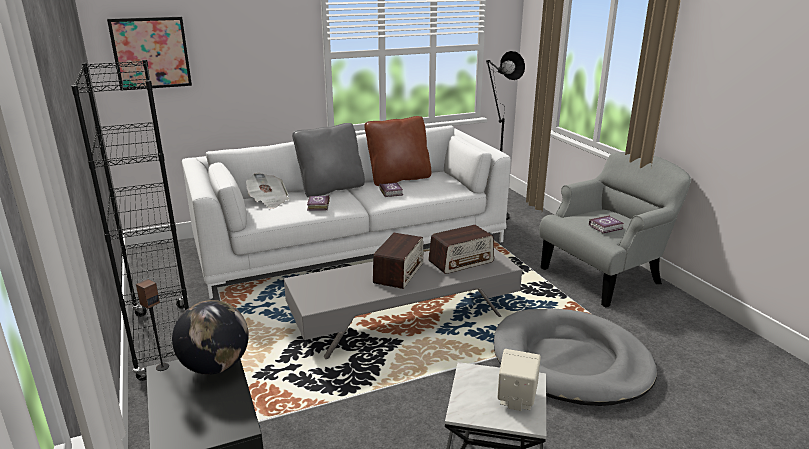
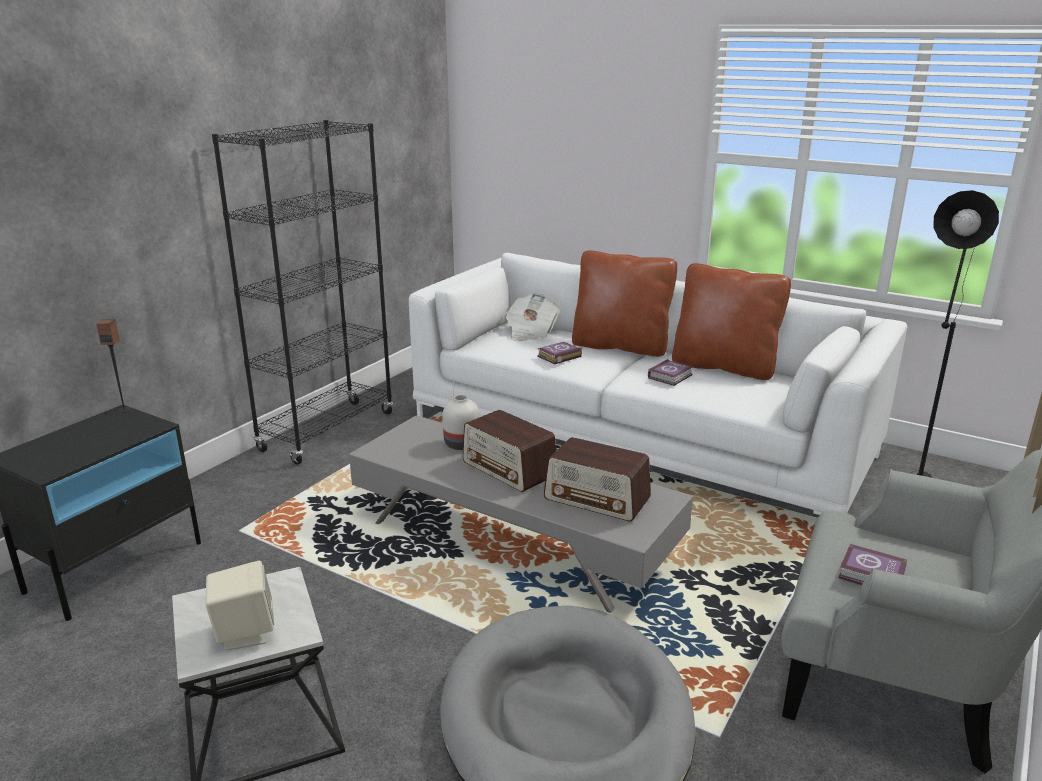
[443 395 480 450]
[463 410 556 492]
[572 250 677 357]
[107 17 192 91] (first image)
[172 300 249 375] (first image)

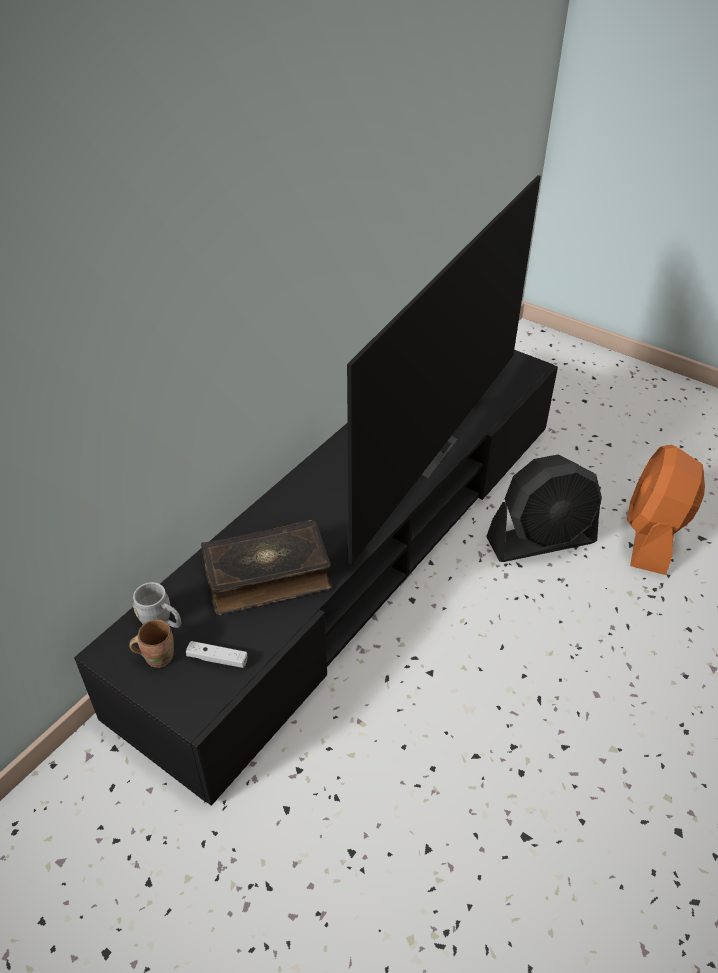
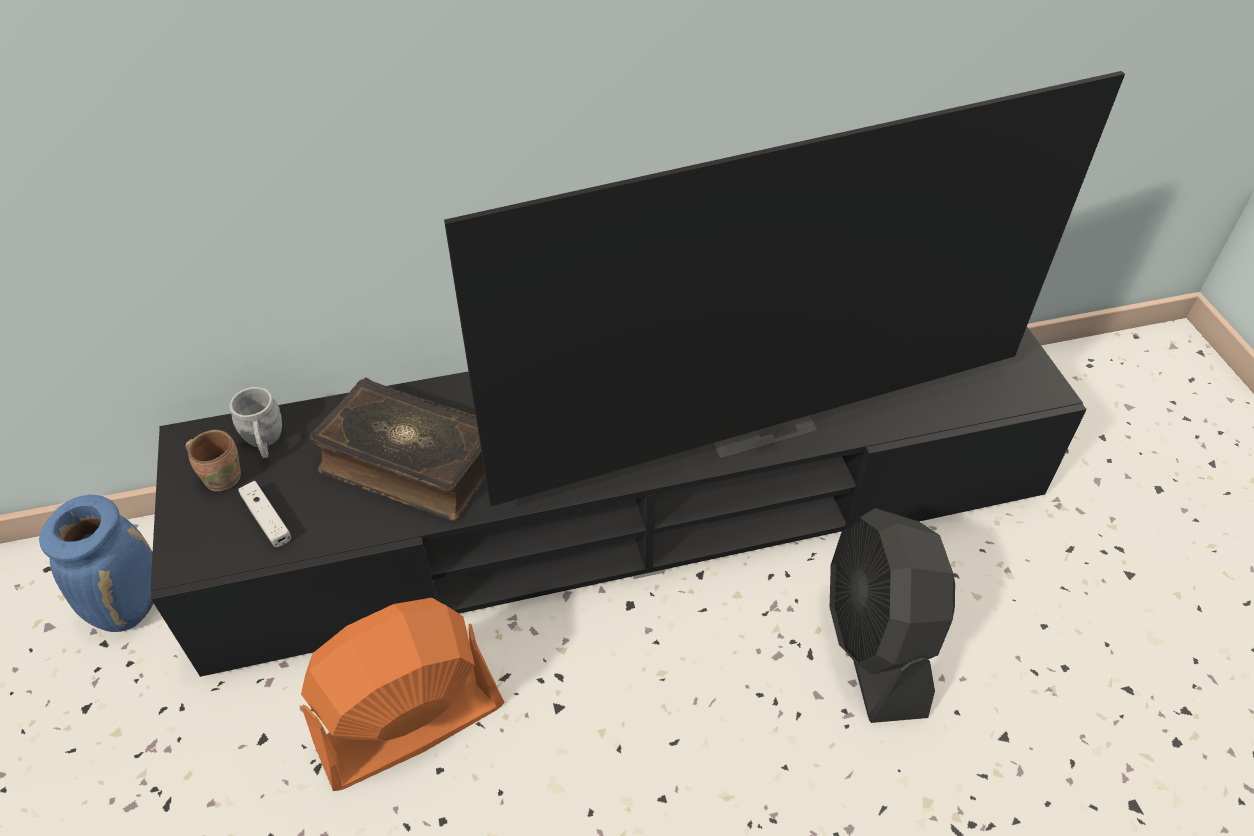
[39 495 154 632]
[301 598 505 791]
[830 508 955 723]

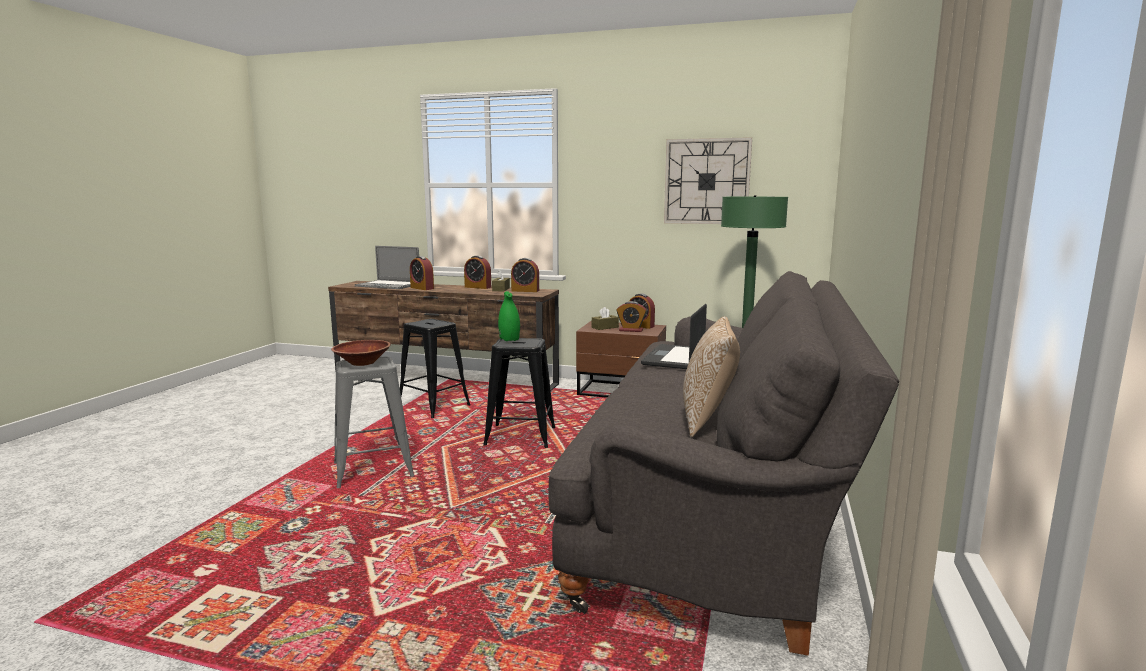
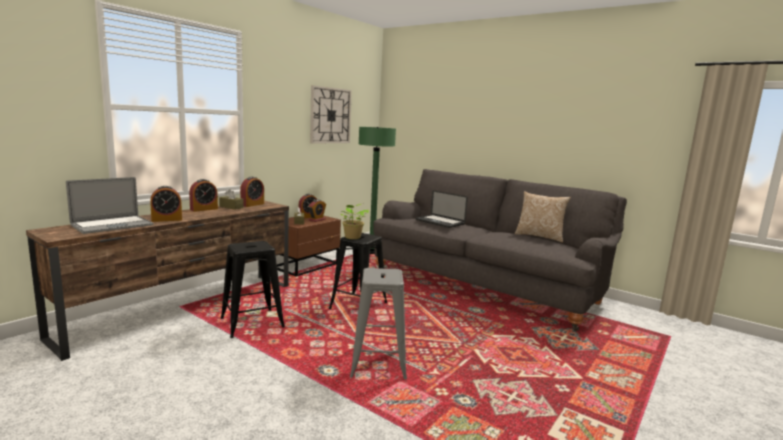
[341 204 369 239]
[331 340 391 366] (first image)

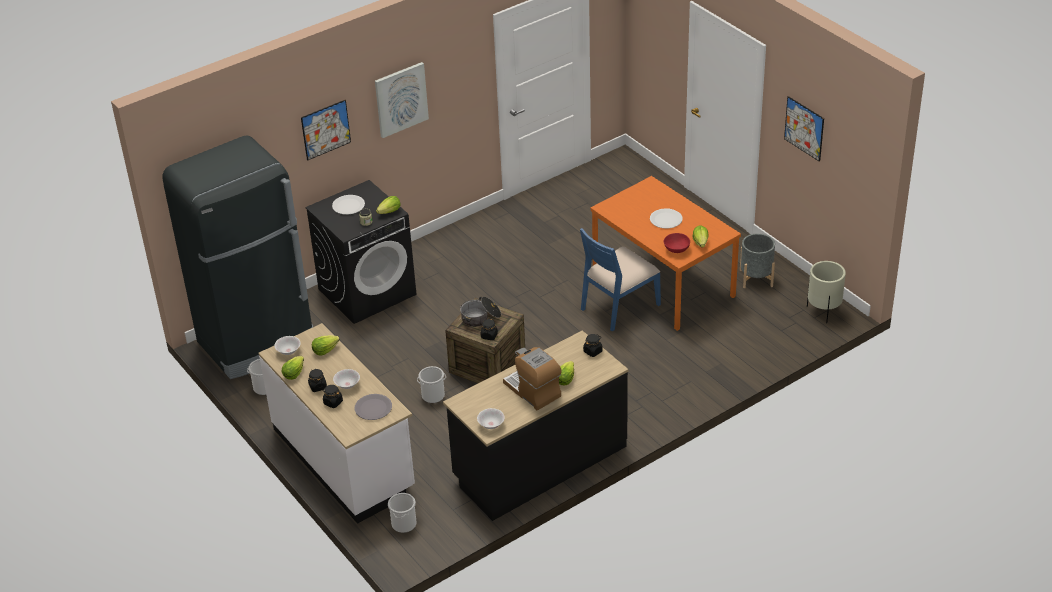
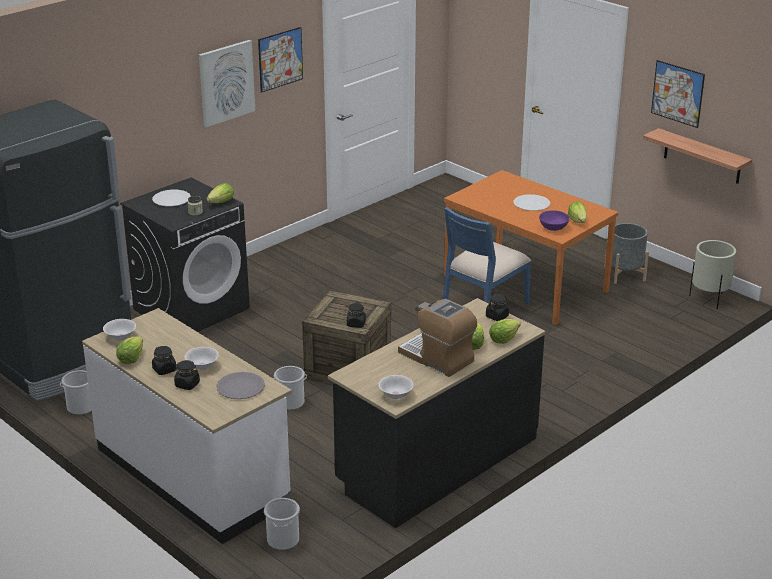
[258 27 303 93]
[489 319 521 344]
[539 210 569 231]
[643 128 752 184]
[460 297 501 327] (first image)

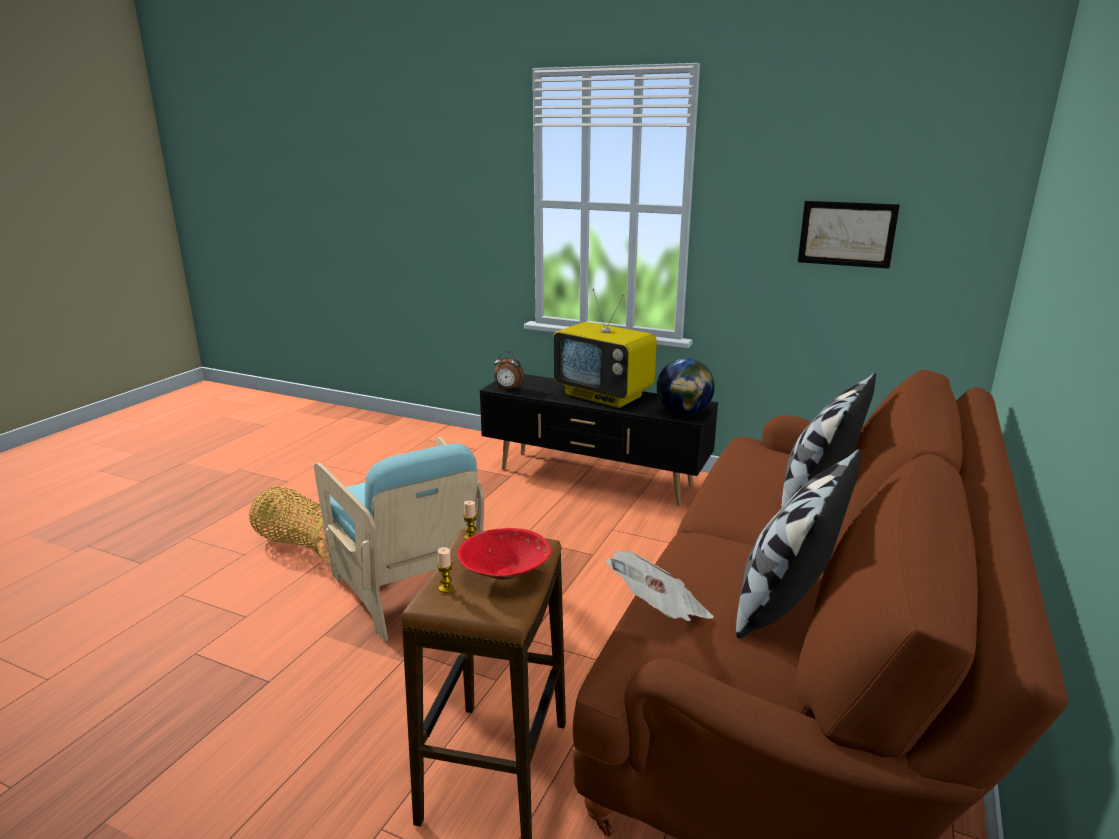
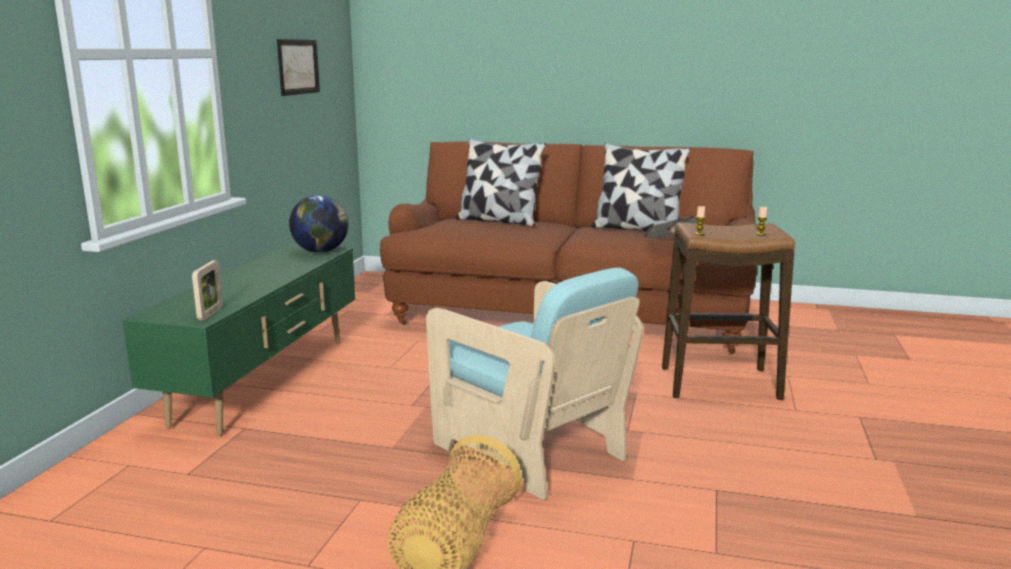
[122 244 355 436]
[192 261 223 321]
[426 267 643 500]
[457 528 551 580] (first image)
[553 289 657 408] (first image)

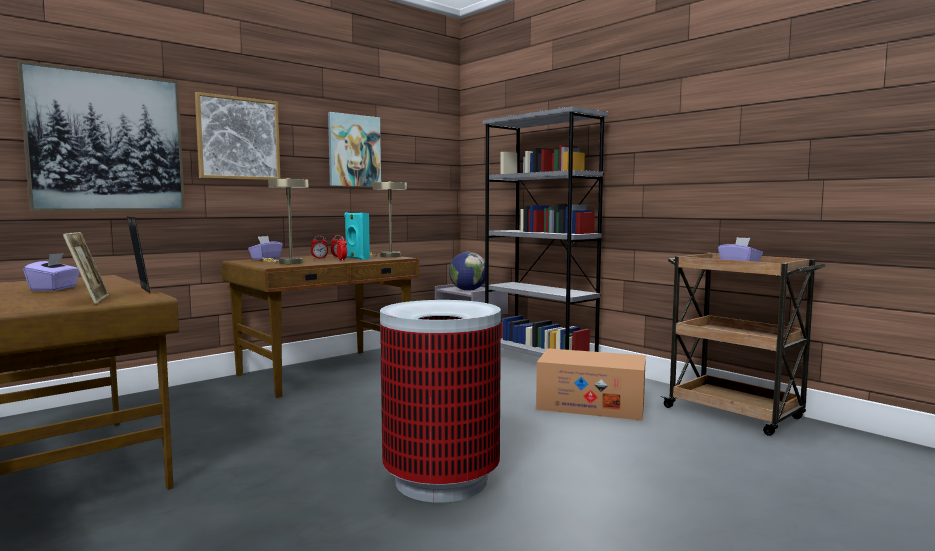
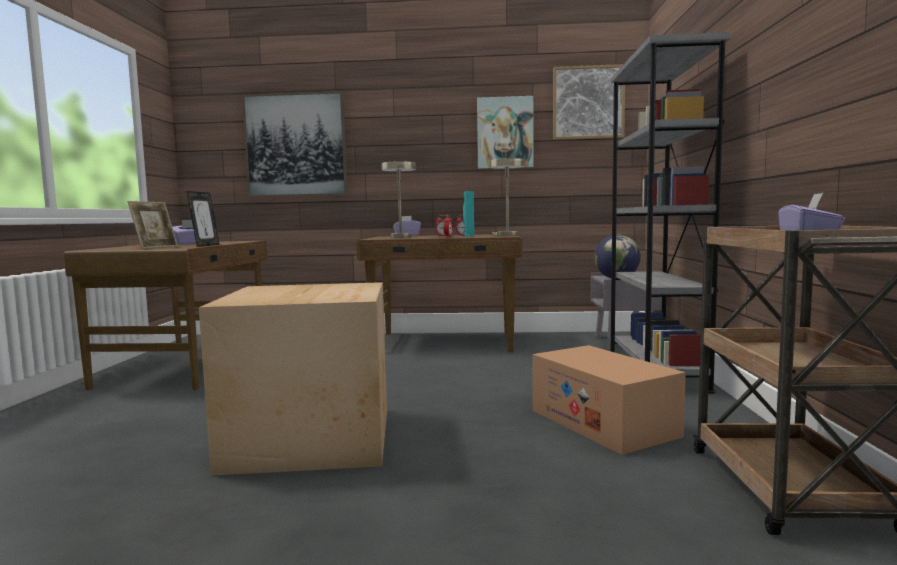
[199 282 387 476]
[553 64 625 140]

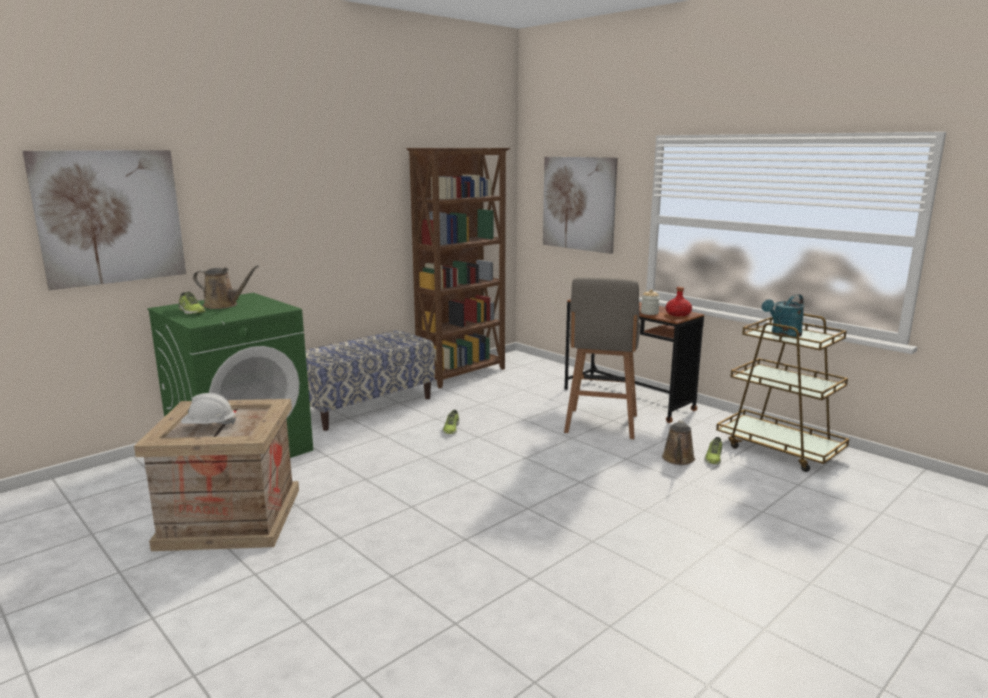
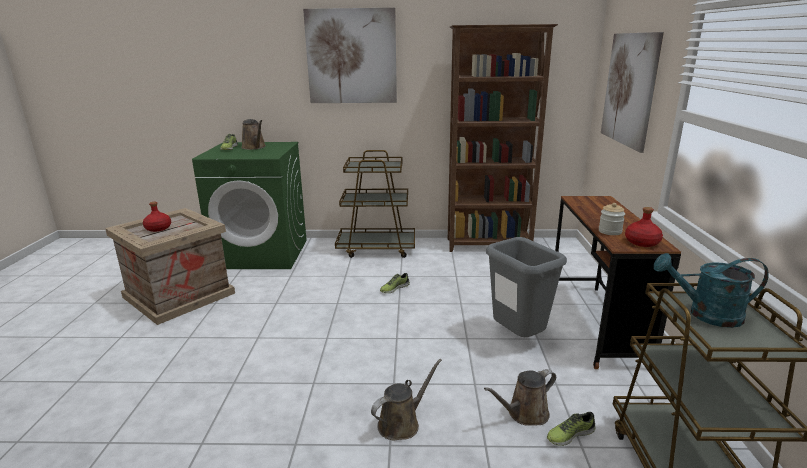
[143 202 171 232]
[303 8 397 103]
[335 150 415 258]
[371 359 442 441]
[486 237 567 337]

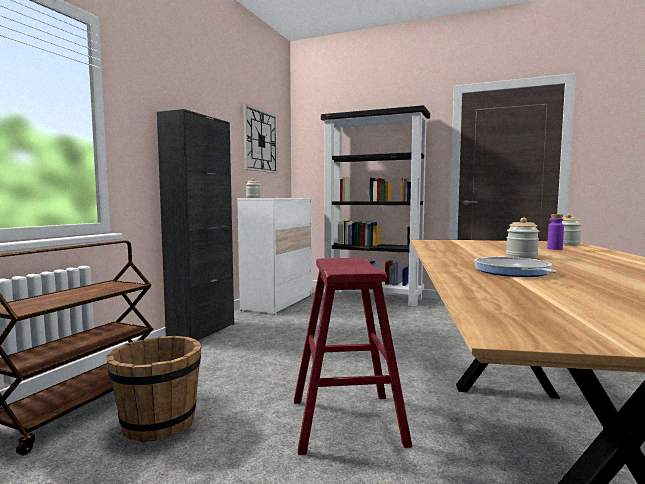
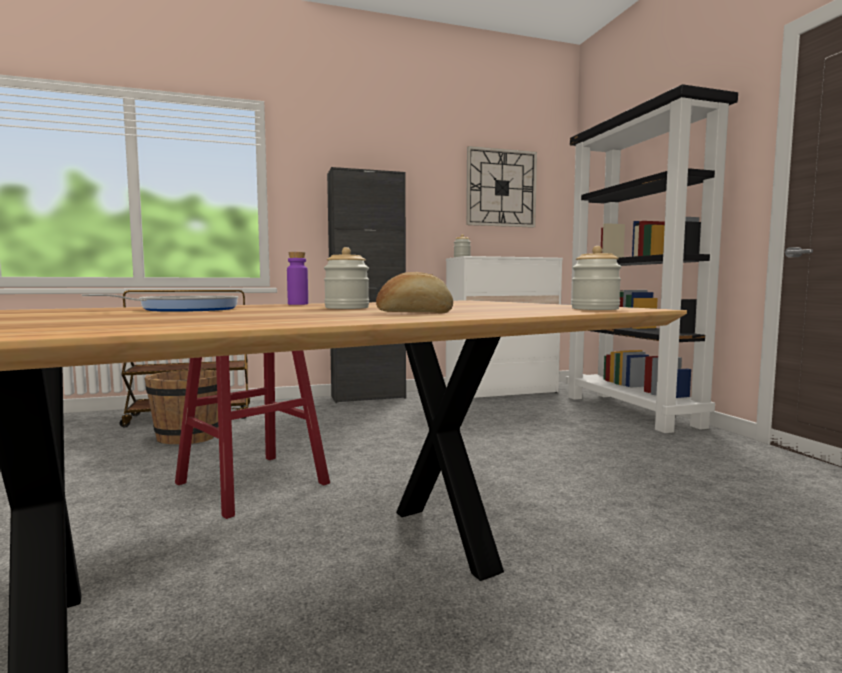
[287 252 308 305]
[376 272 453 313]

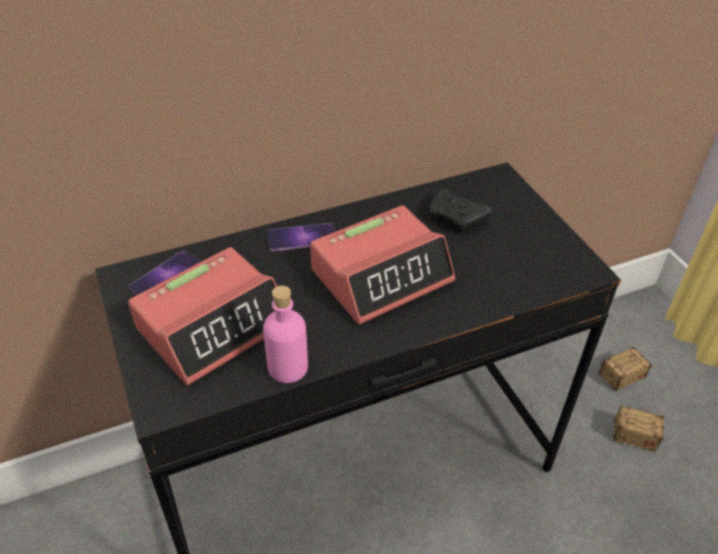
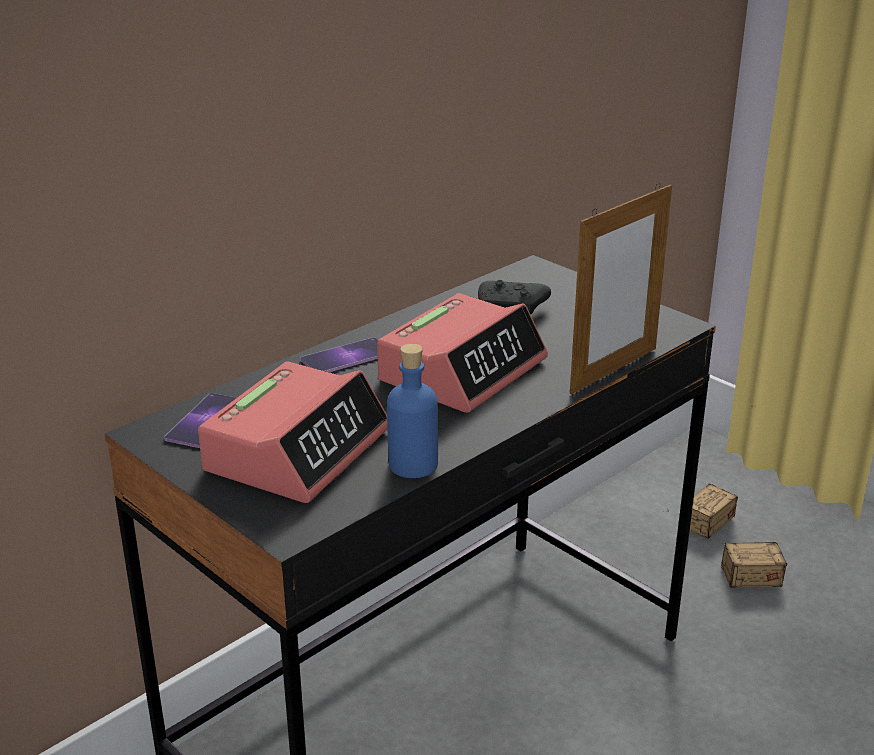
[387 344 438 478]
[570 183 672 394]

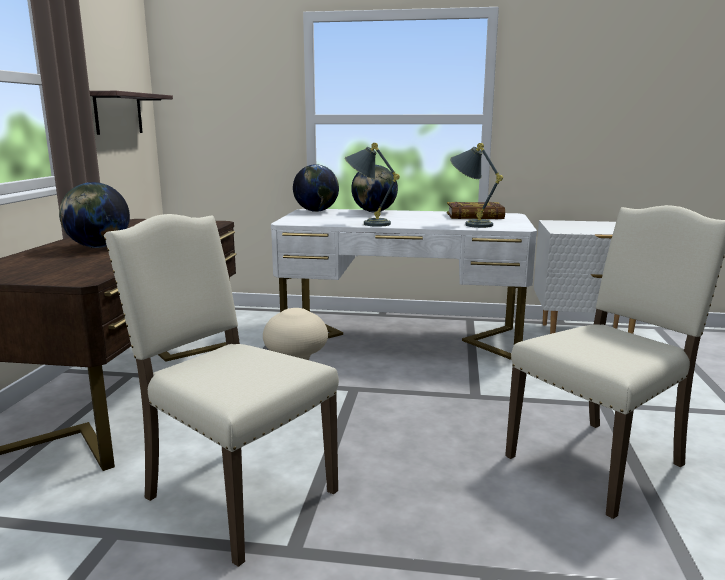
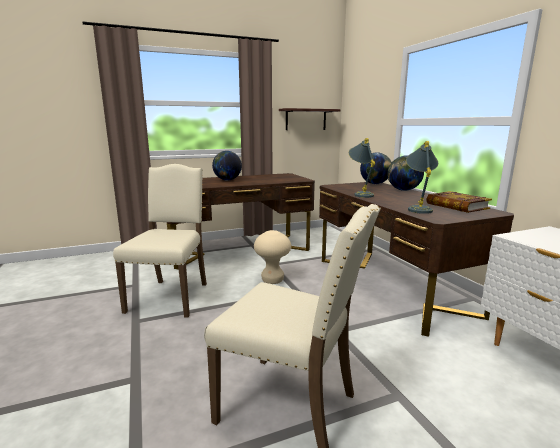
[319 182 514 337]

